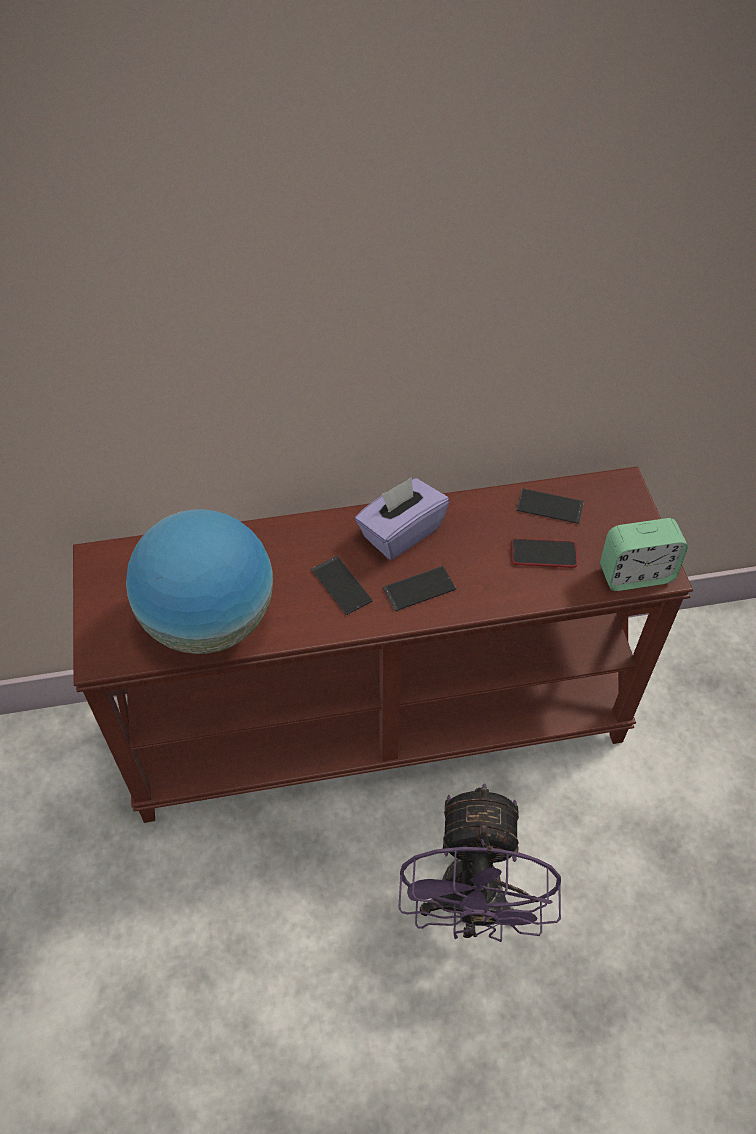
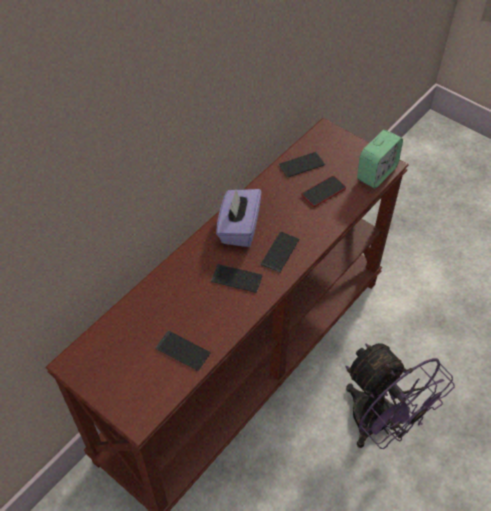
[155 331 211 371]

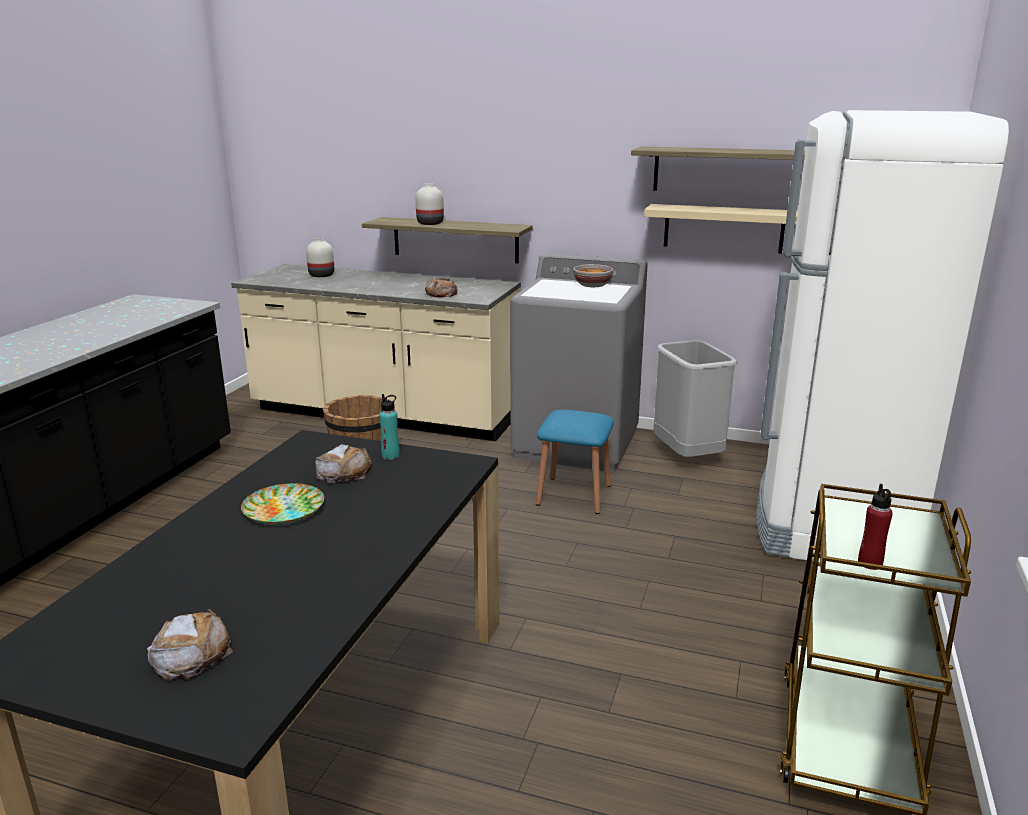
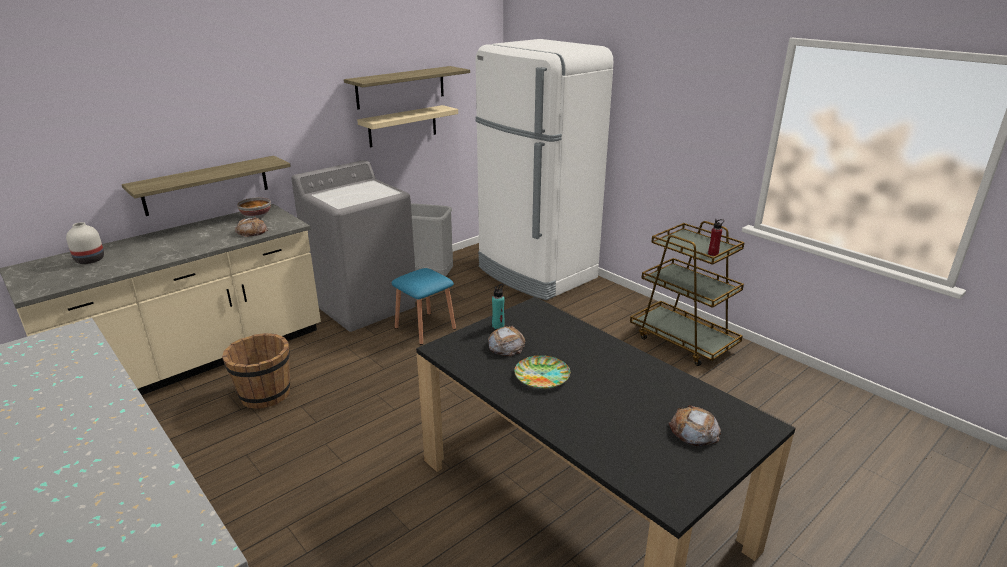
[237 197 271 218]
[416 183 444 225] (first image)

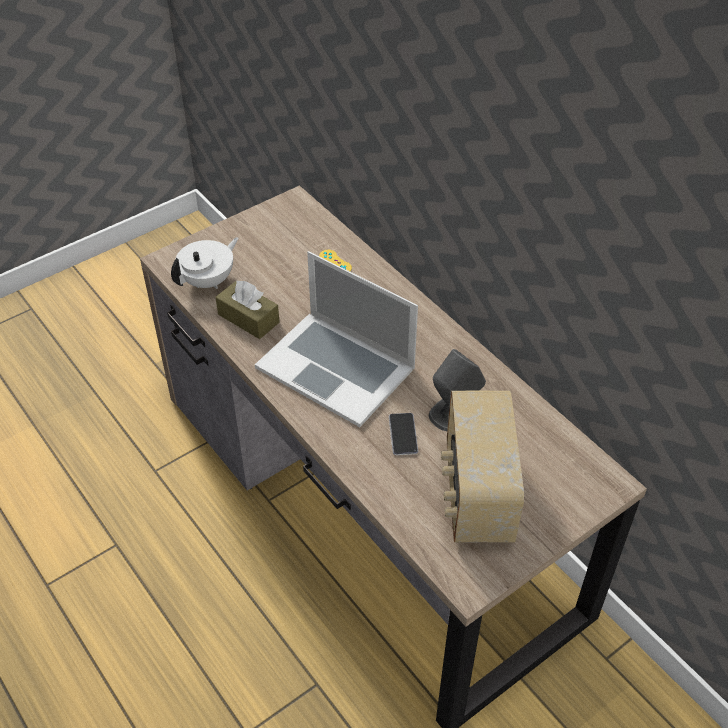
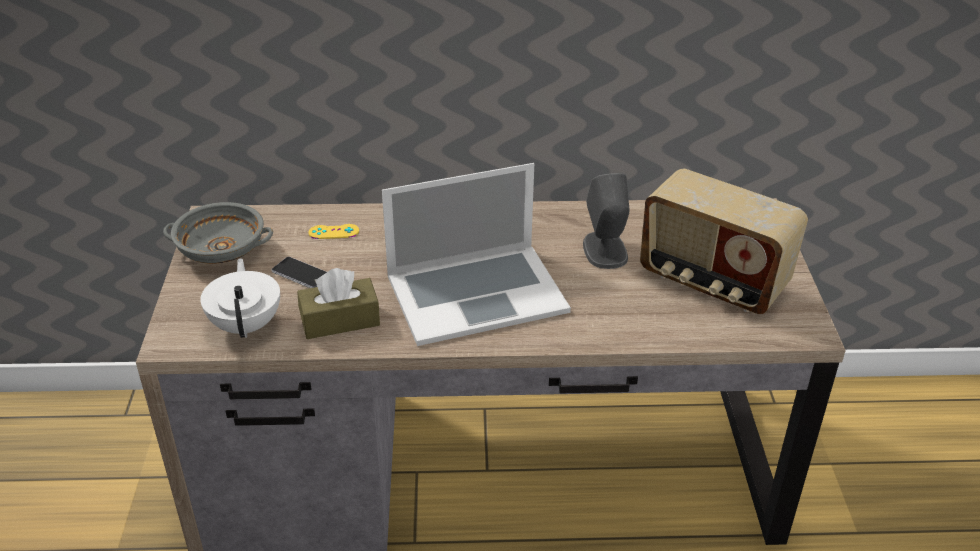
[163 202 273 264]
[271 257 327 288]

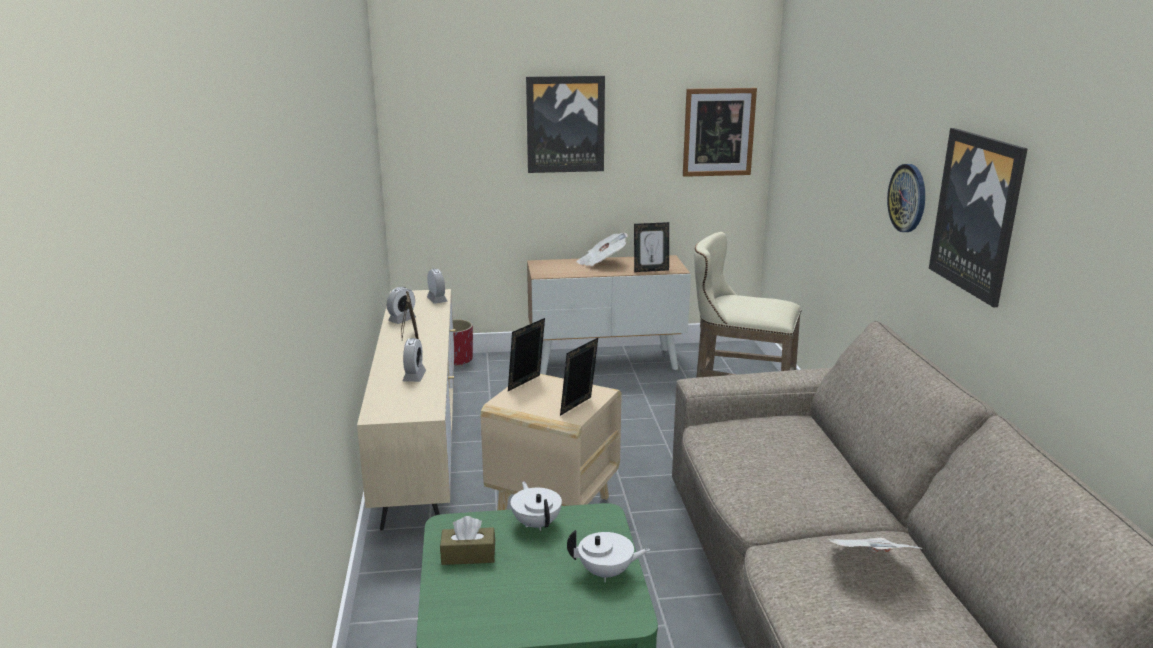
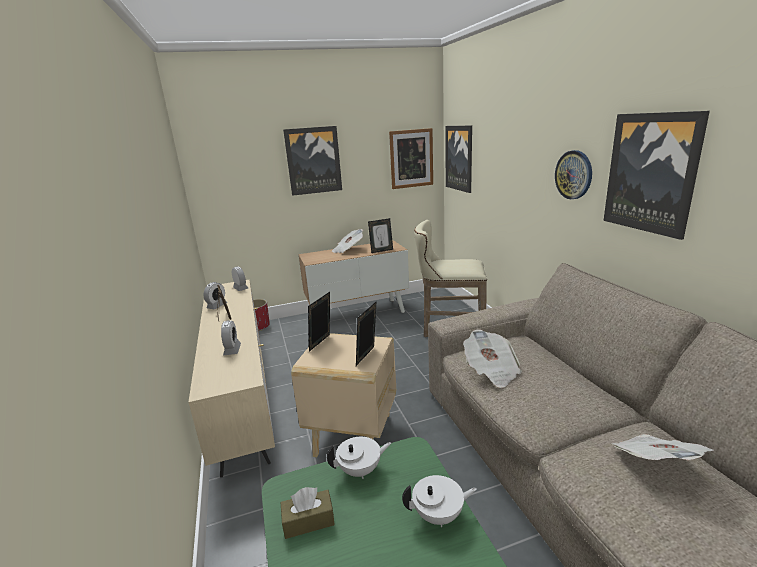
[327 437 391 479]
[445 126 472 193]
[463 329 522 388]

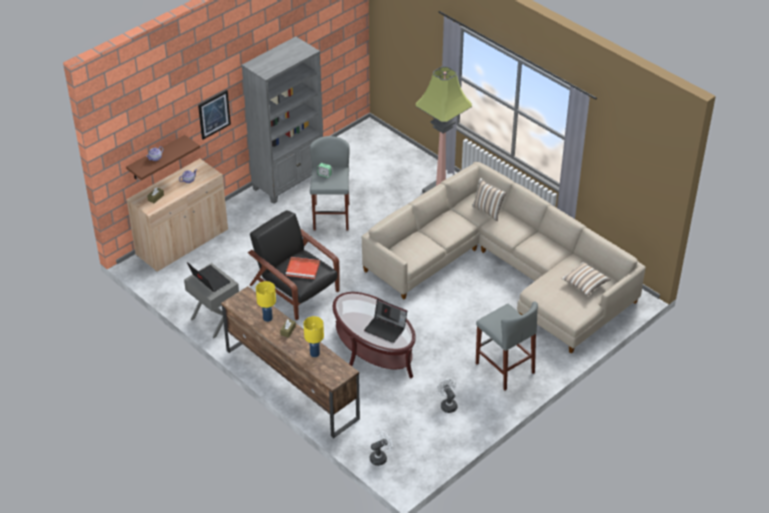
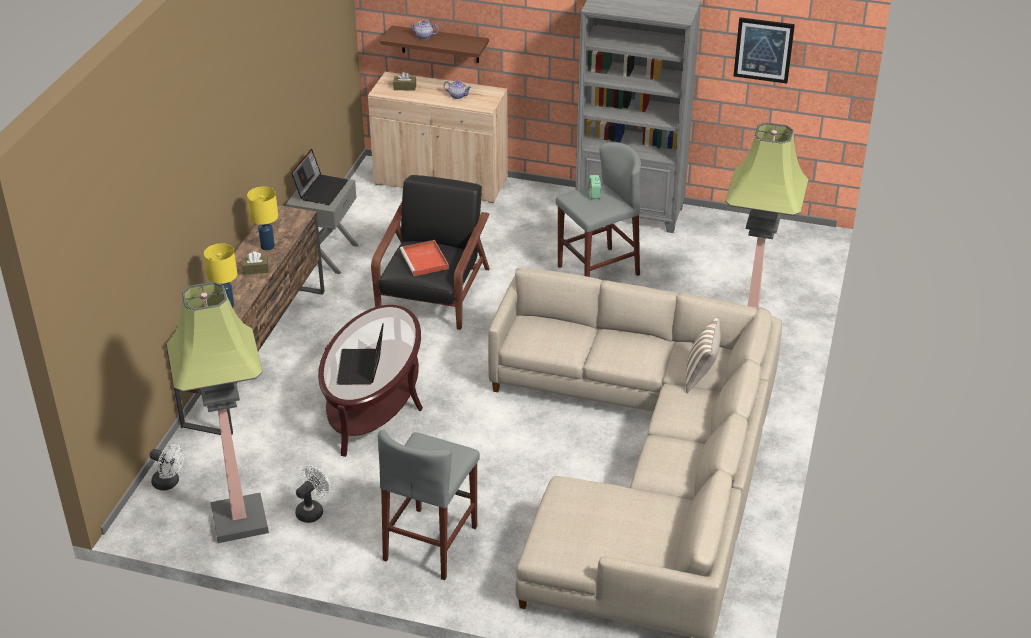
[166 282 269 543]
[734 17 795 84]
[561 262 611 296] (first image)

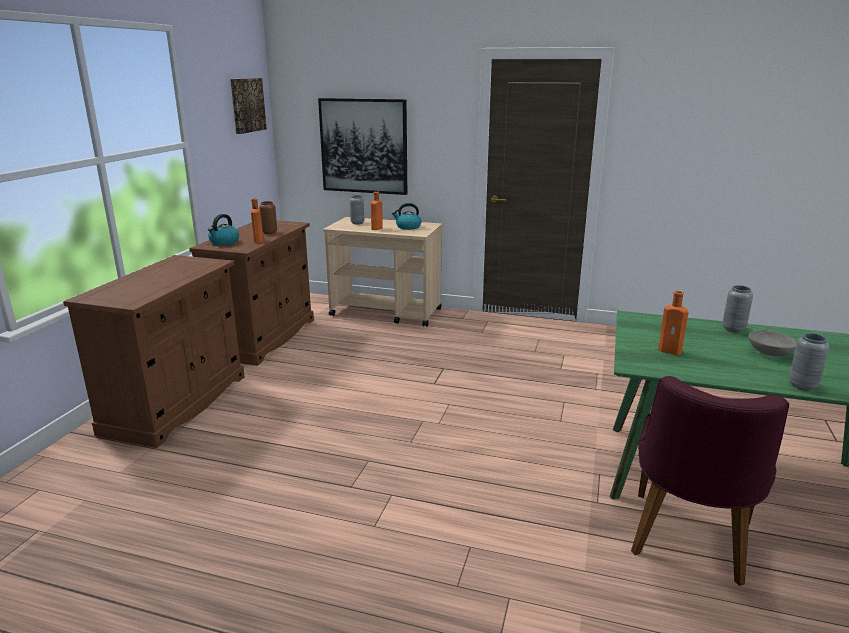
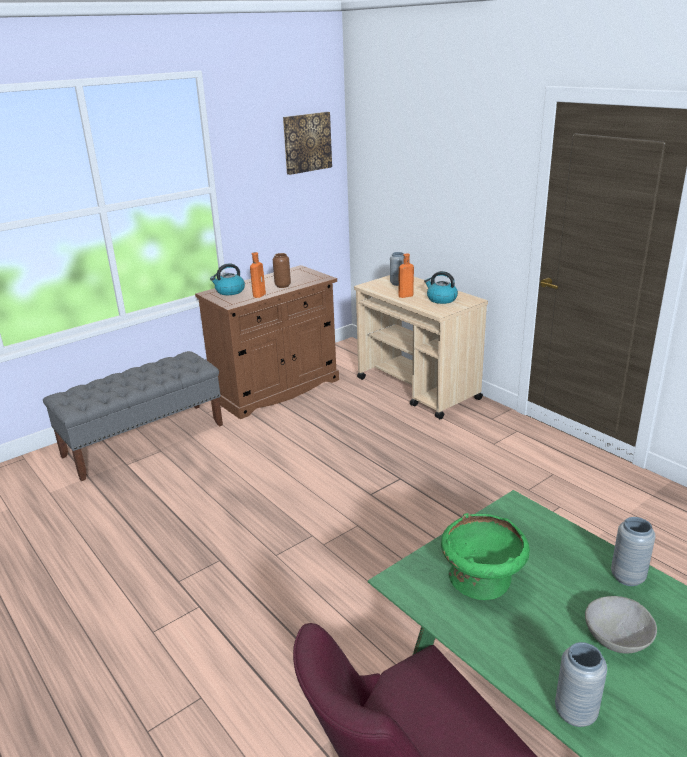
[43 351 223 481]
[441 513 530 600]
[318 98 407 195] (first image)

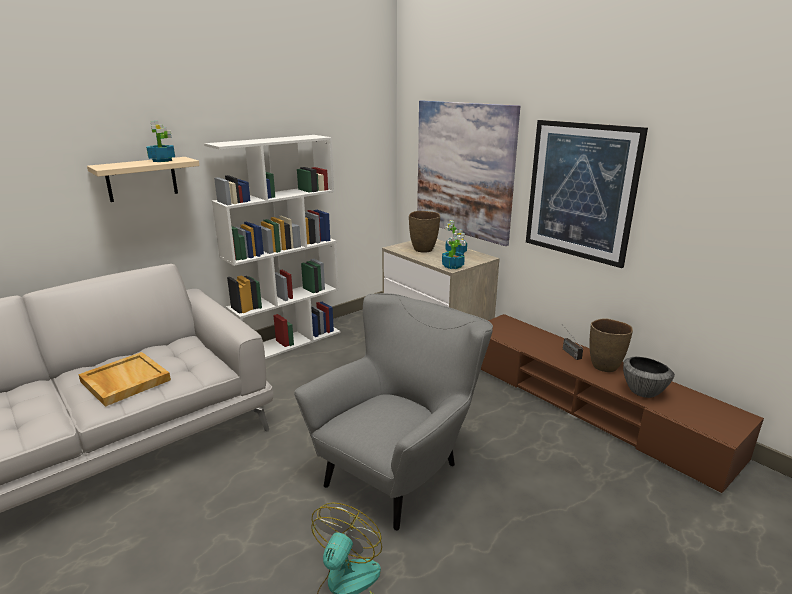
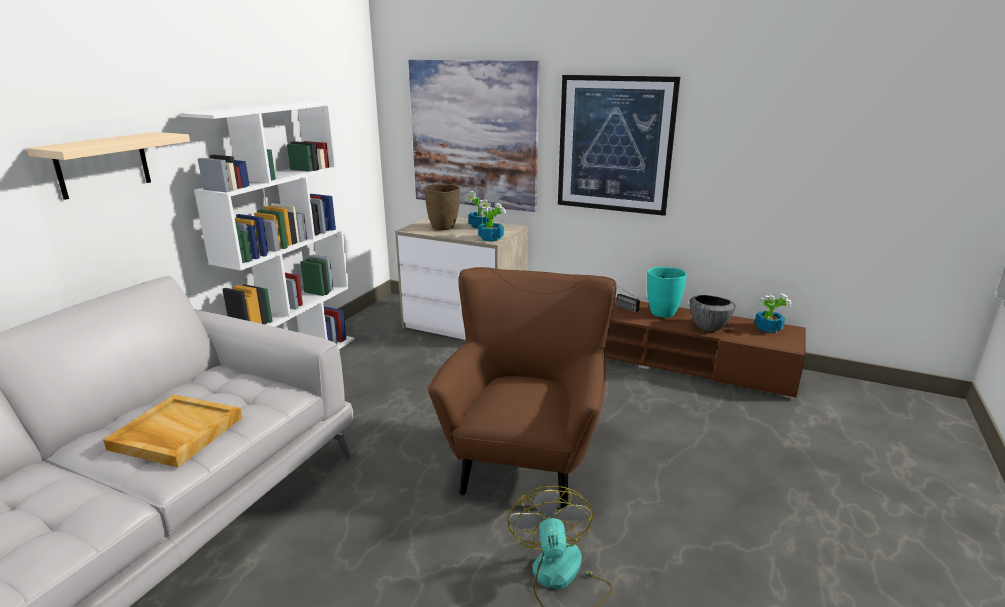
[428 267 617 509]
[647 267 687 317]
[754 293 791 333]

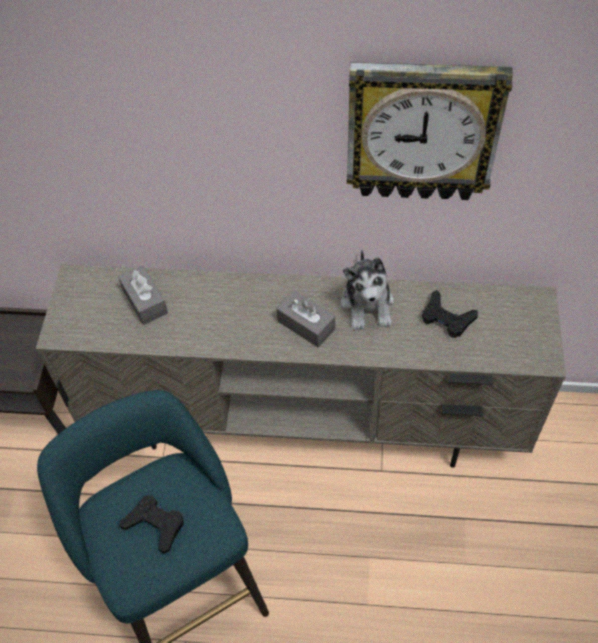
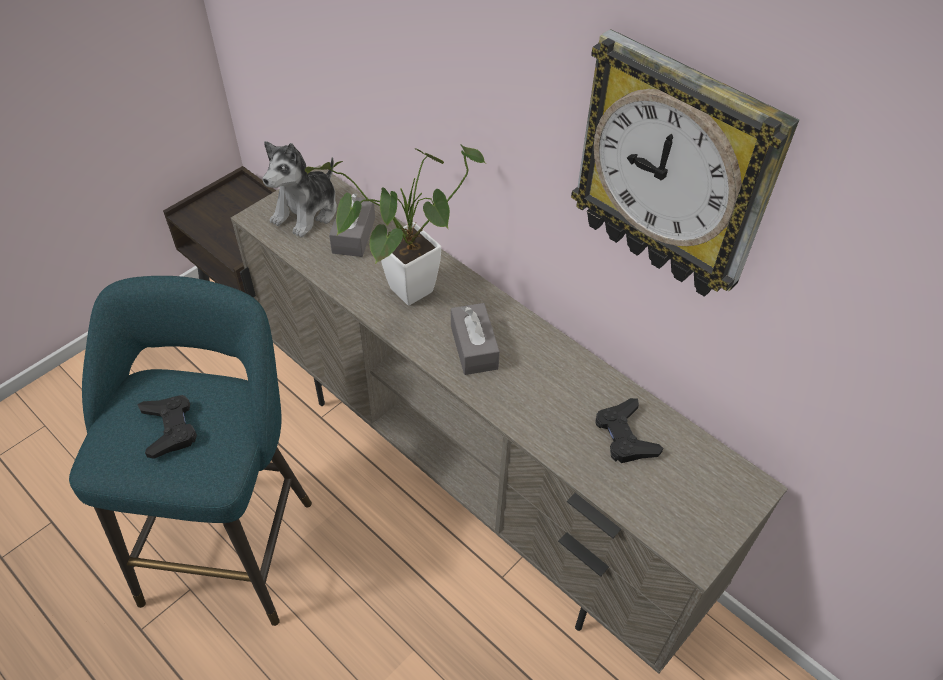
[263 141 337 237]
[305 144 485 306]

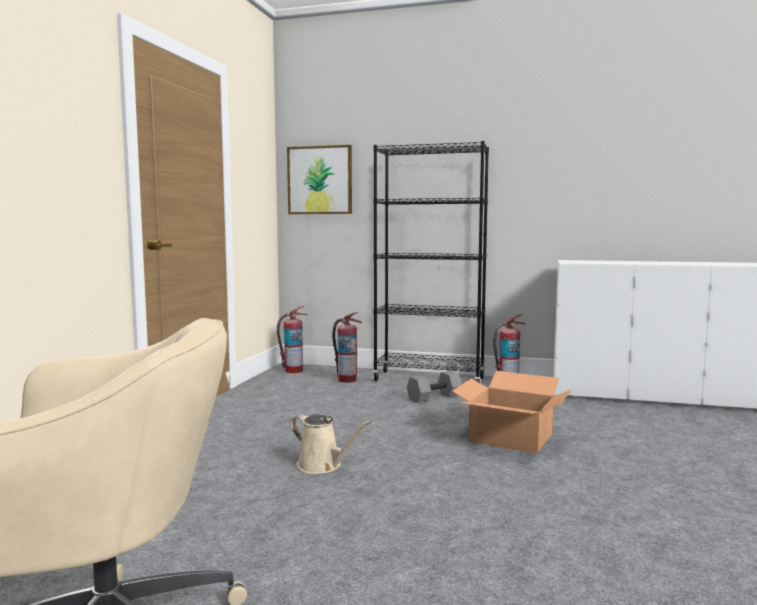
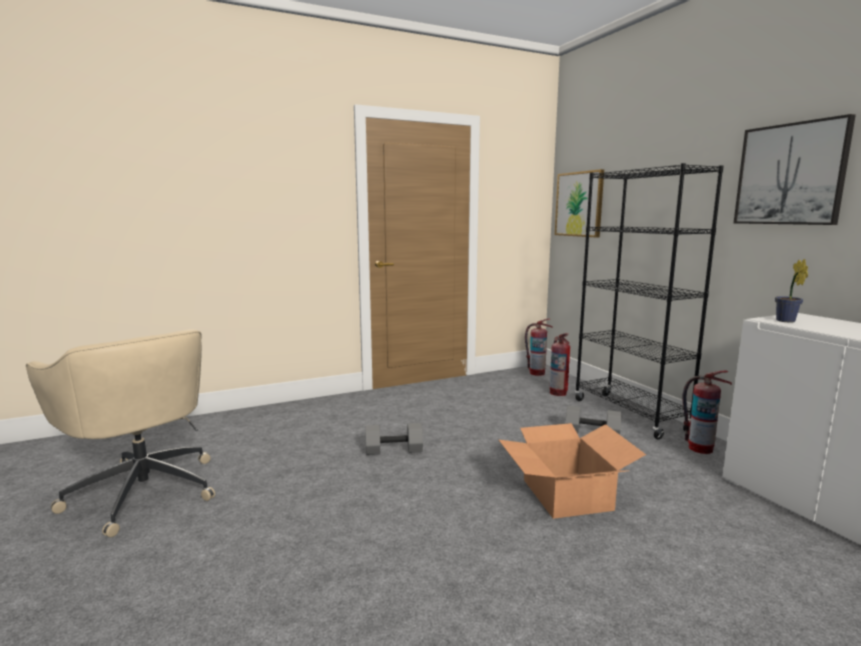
[366 423 423 455]
[734 114 856 225]
[775 259 808 323]

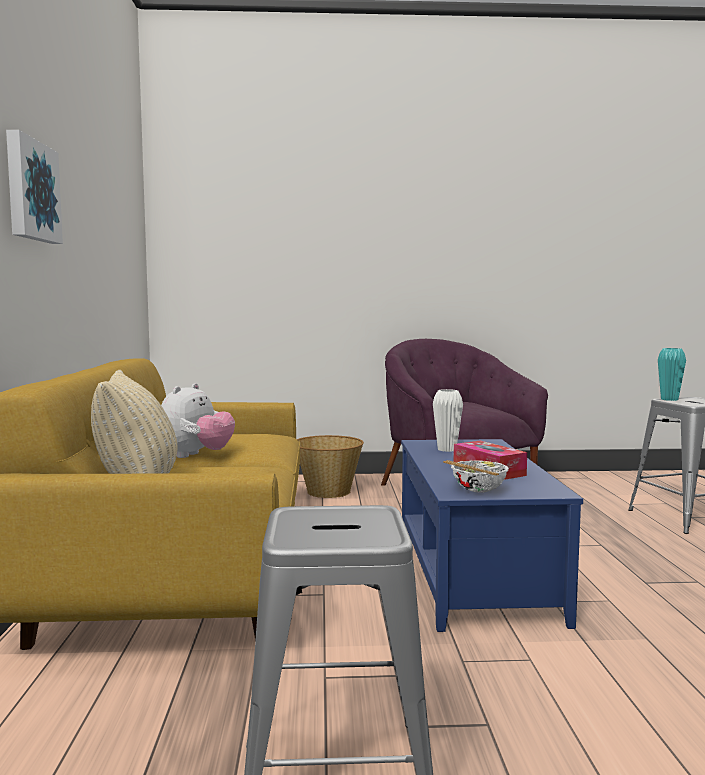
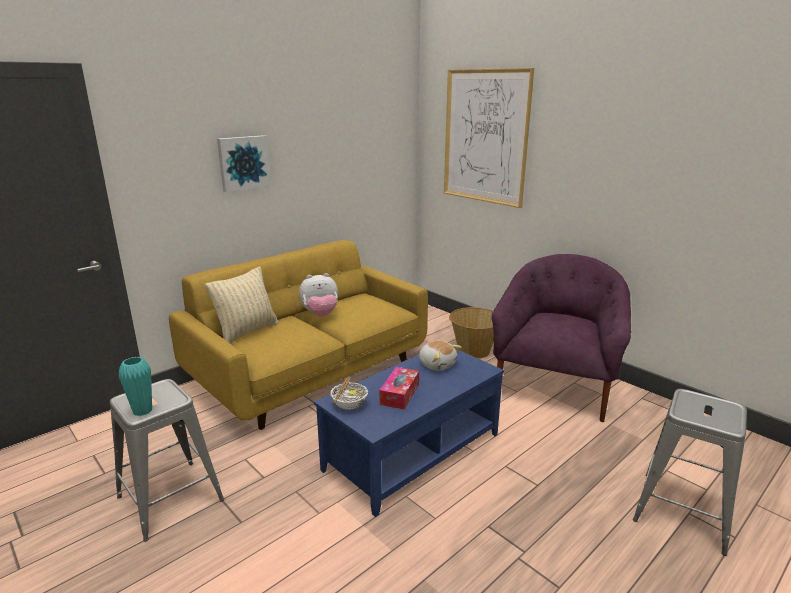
[119 357 152 416]
[419 341 462 371]
[444 68 534 208]

